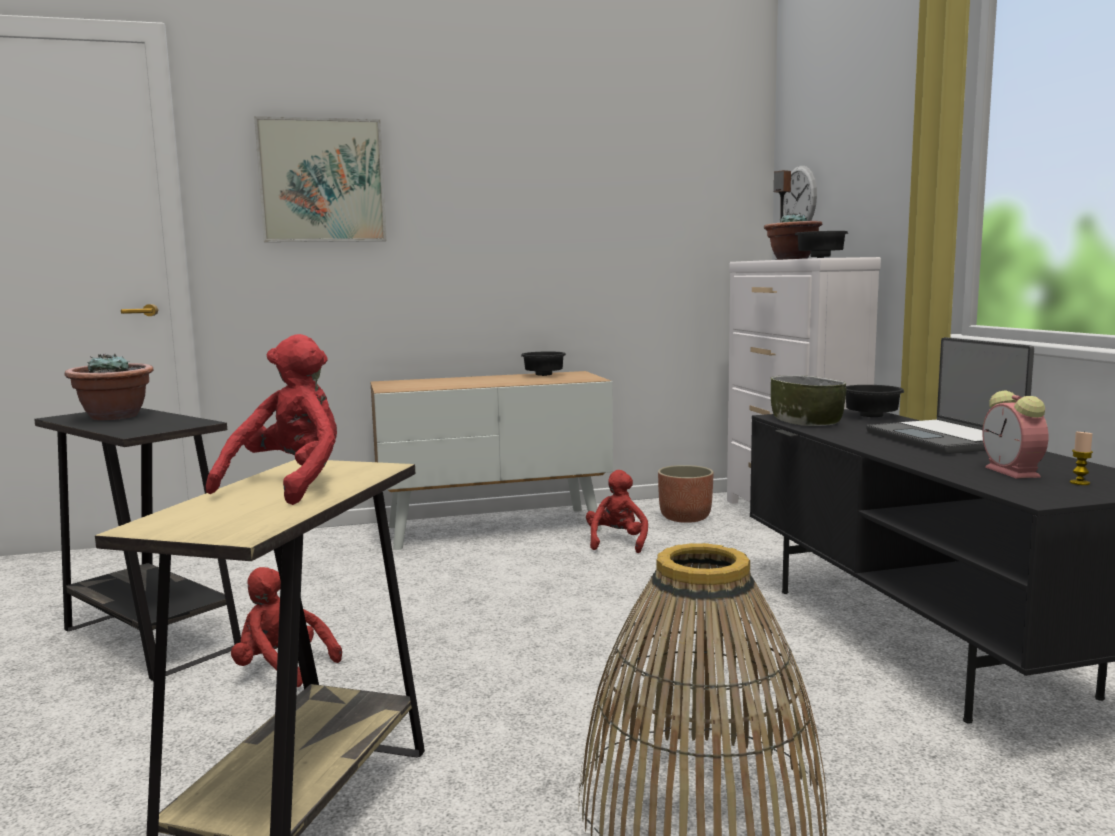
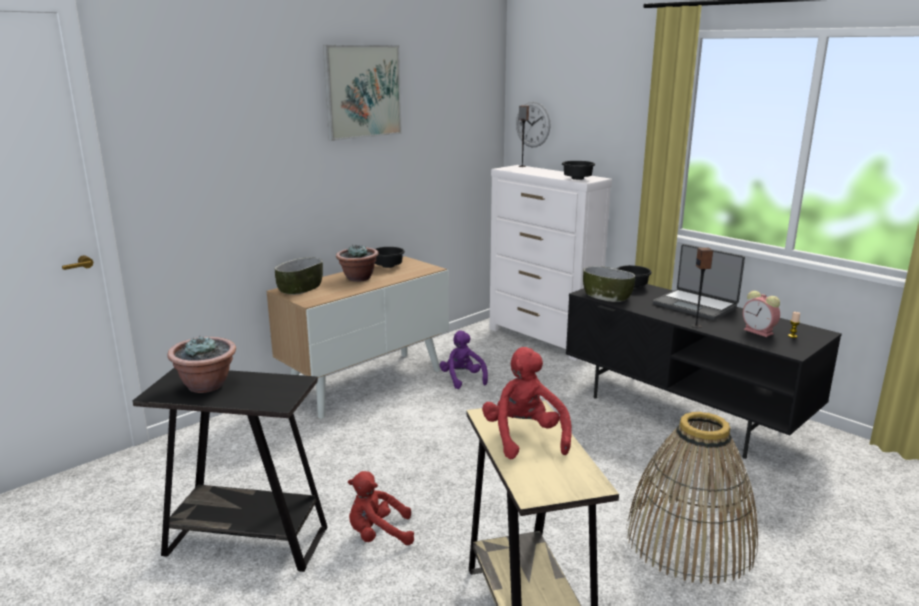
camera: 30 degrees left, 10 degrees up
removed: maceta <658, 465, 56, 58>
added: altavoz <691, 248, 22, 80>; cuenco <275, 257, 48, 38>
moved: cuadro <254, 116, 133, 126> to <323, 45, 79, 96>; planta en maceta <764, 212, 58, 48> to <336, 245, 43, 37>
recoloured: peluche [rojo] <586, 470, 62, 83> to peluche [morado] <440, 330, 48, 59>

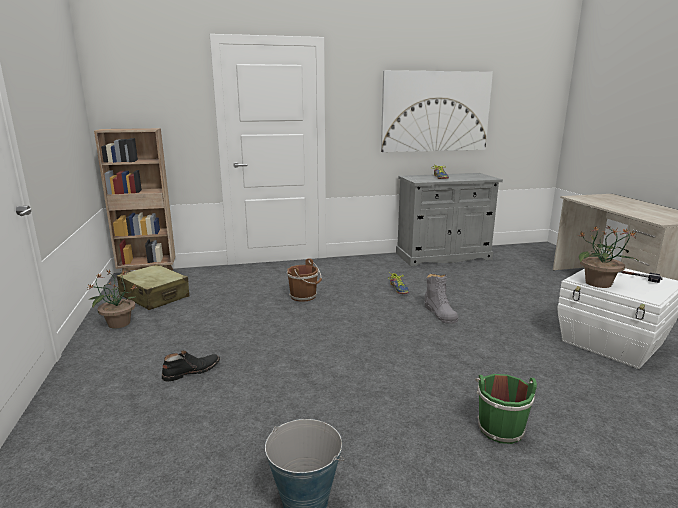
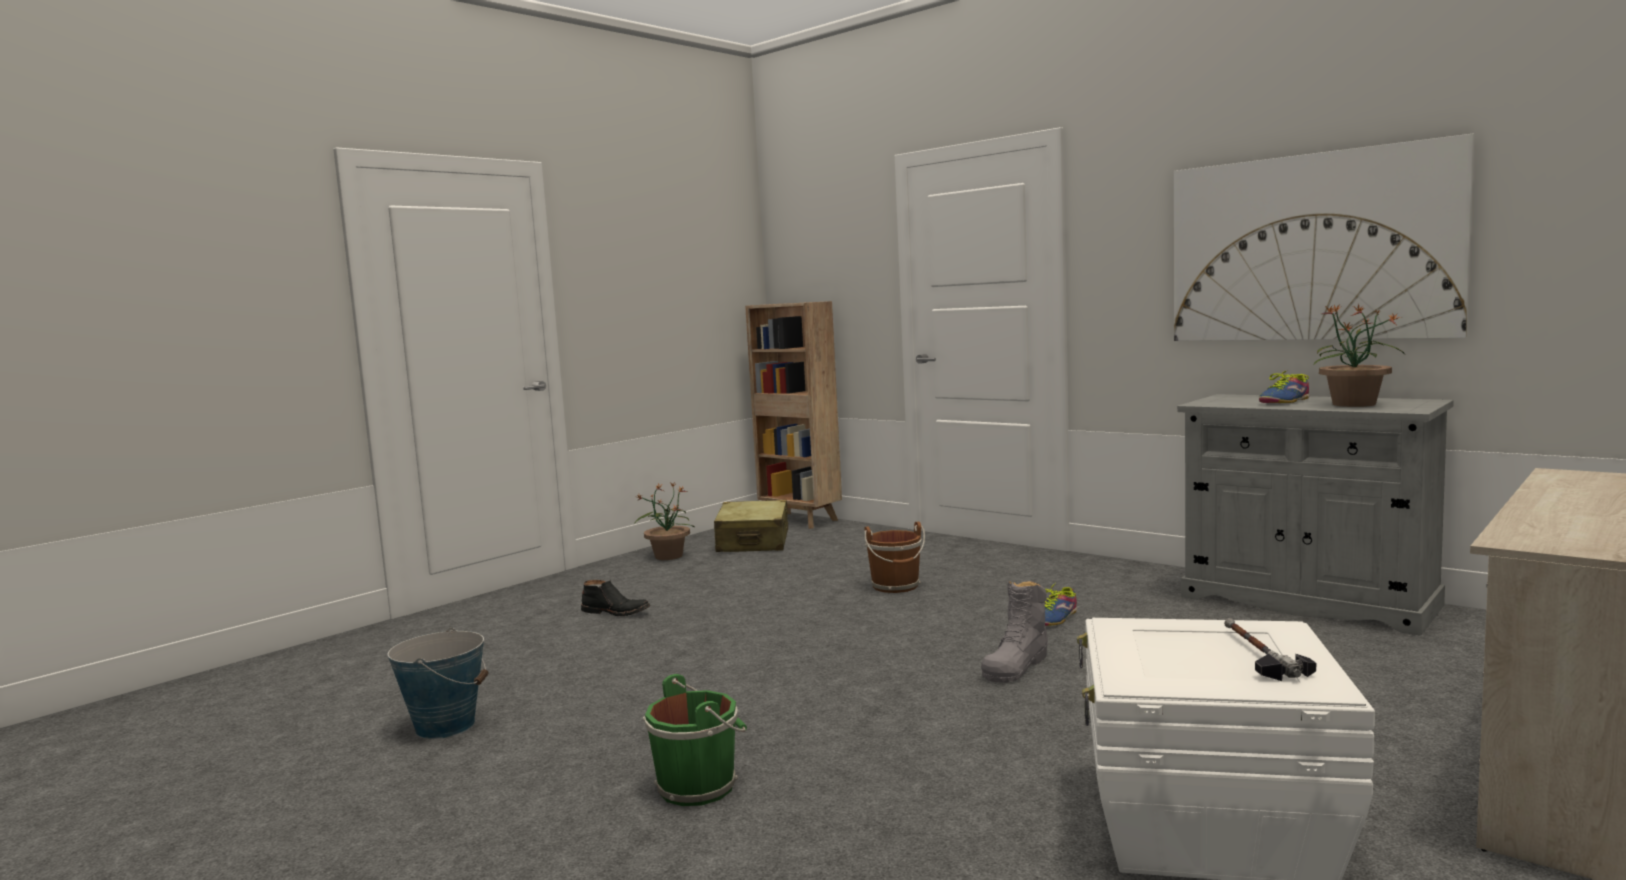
camera: 55 degrees right, 10 degrees down
moved: planta en maceta <579, 226, 60, 62> to <1314, 304, 91, 103>

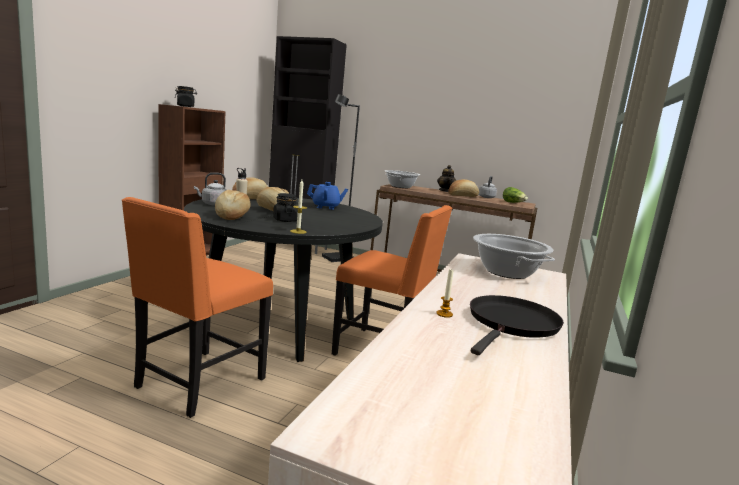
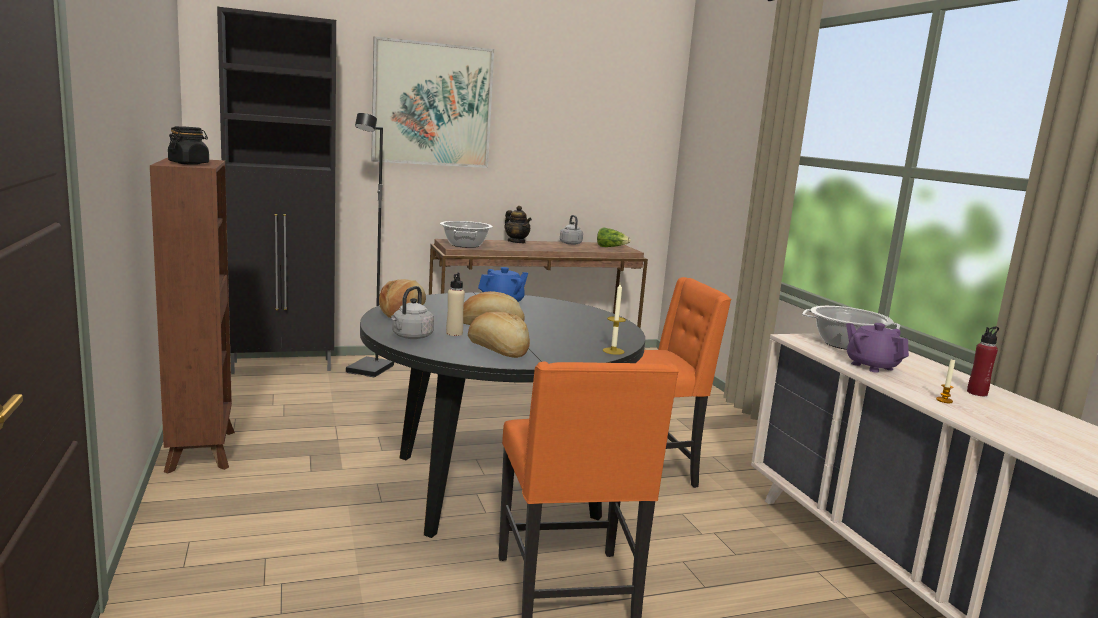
camera: 40 degrees left, 0 degrees up
removed: pan <448, 179, 31, 18>; tarro [negro] <273, 193, 25, 29>
added: cuadro <371, 36, 123, 132>; tetera [morado] <846, 323, 63, 50>
replaced: sartén [negro] <470, 295, 94, 60> to botella [rojo] <967, 327, 32, 69>

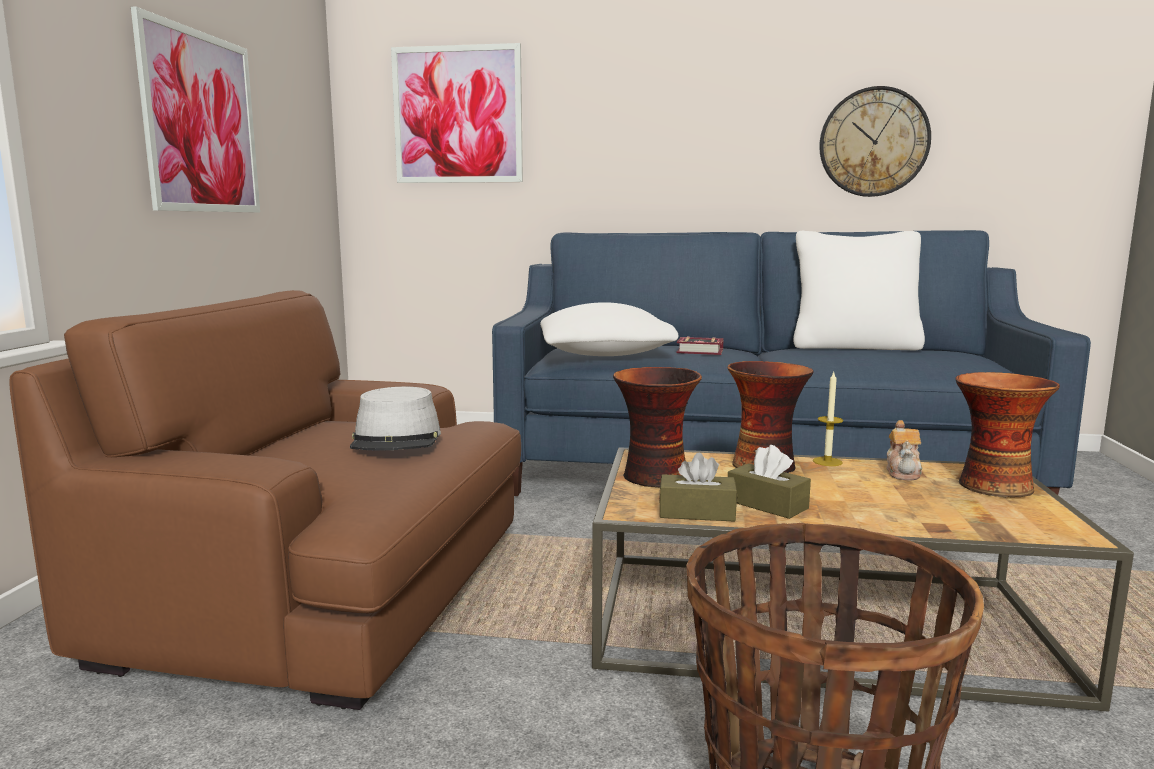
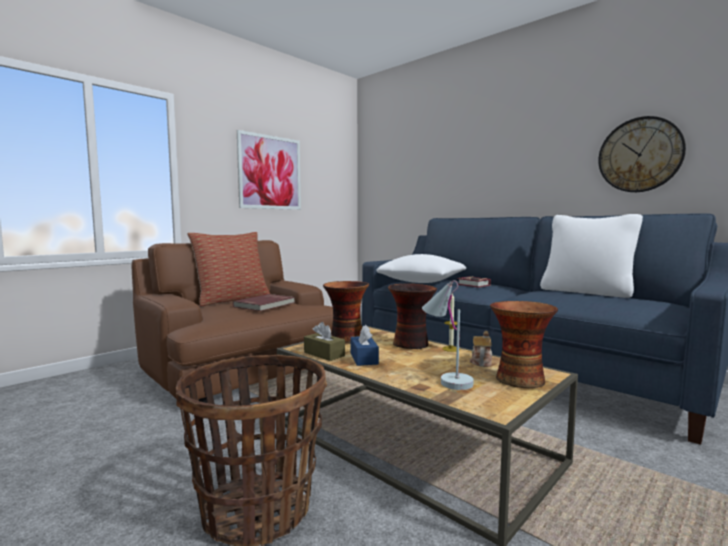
camera: 35 degrees right, 5 degrees down
removed: cuadro <391, 43, 132, 140>
added: cojín <187, 232, 83, 75>; lámpara de mesa [blanco] <422, 280, 51, 110>
replaced: sombrero [gris] <350, 387, 91, 63> to libro [rojo] <233, 294, 62, 17>
recoloured: caja de pañuelos [marrón] <728, 445, 83, 74> to caja de pañuelos [azul] <350, 325, 29, 41>
turned: tetera <886, 420, 36, 60> = <470, 331, 22, 36> 150 degrees clockwise

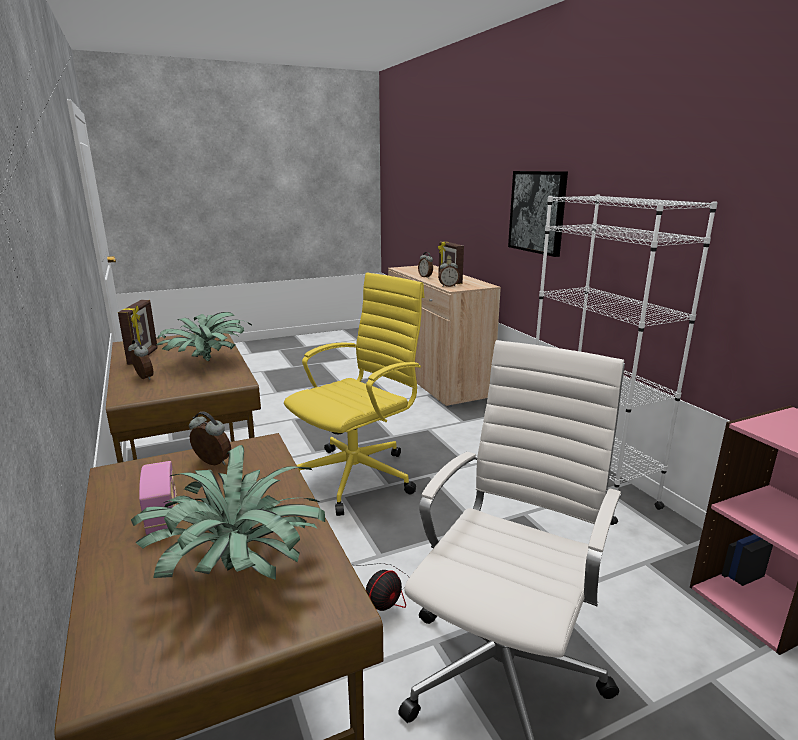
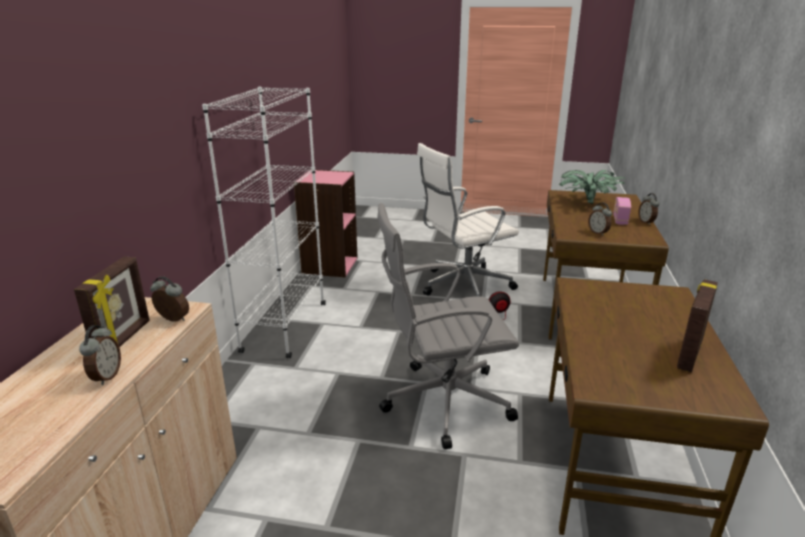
camera: 145 degrees left, 5 degrees up
removed: cuadro <508, 171, 60, 86>; planta en maceta <157, 312, 96, 49>
moved: despertador <128, 339, 25, 41> to <638, 193, 22, 32>
recoloured: silla de oficina [amarillo] <284, 272, 140, 244> to silla de oficina [gris] <377, 203, 142, 246>

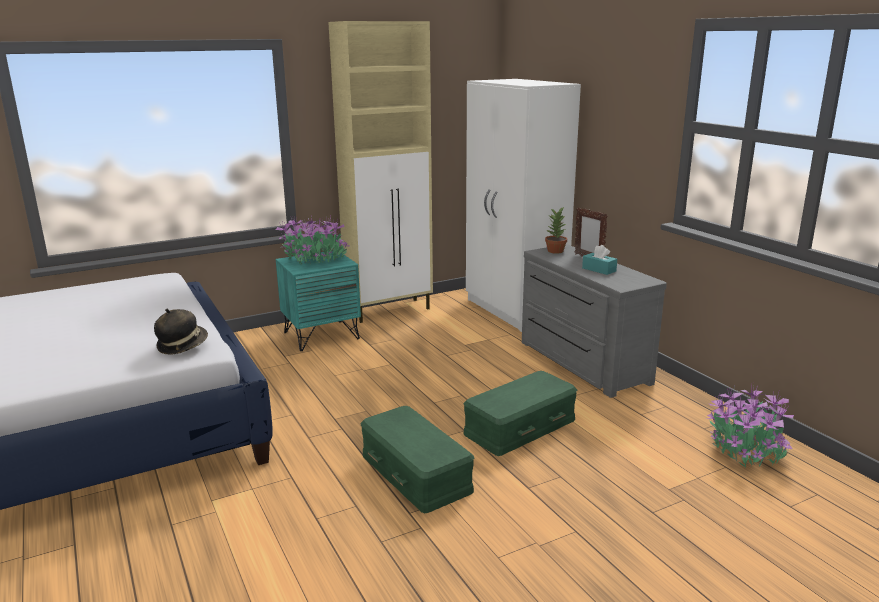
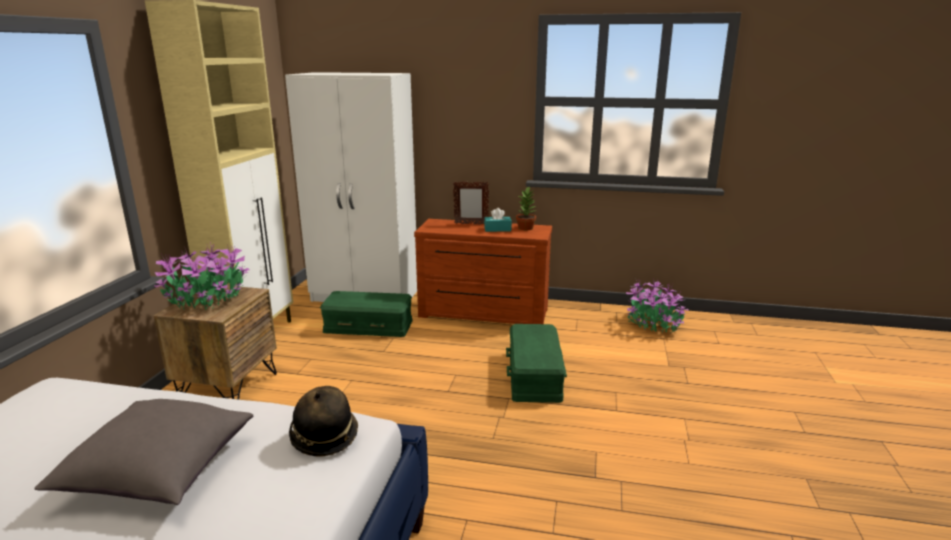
camera: 50 degrees left, 0 degrees up
added: cojín [gris] <34, 399, 219, 106>
moved: planta en maceta <545, 207, 22, 47> to <516, 187, 21, 43>; caja de almacenaje [verde] <361, 406, 113, 107> to <320, 291, 93, 46>
recoloured: cómoda [gris] <522, 244, 145, 154> to cómoda [marrón] <414, 219, 138, 105>; mesita de noche [turquesa] <276, 251, 85, 100> to mesita de noche [marrón] <153, 286, 124, 114>

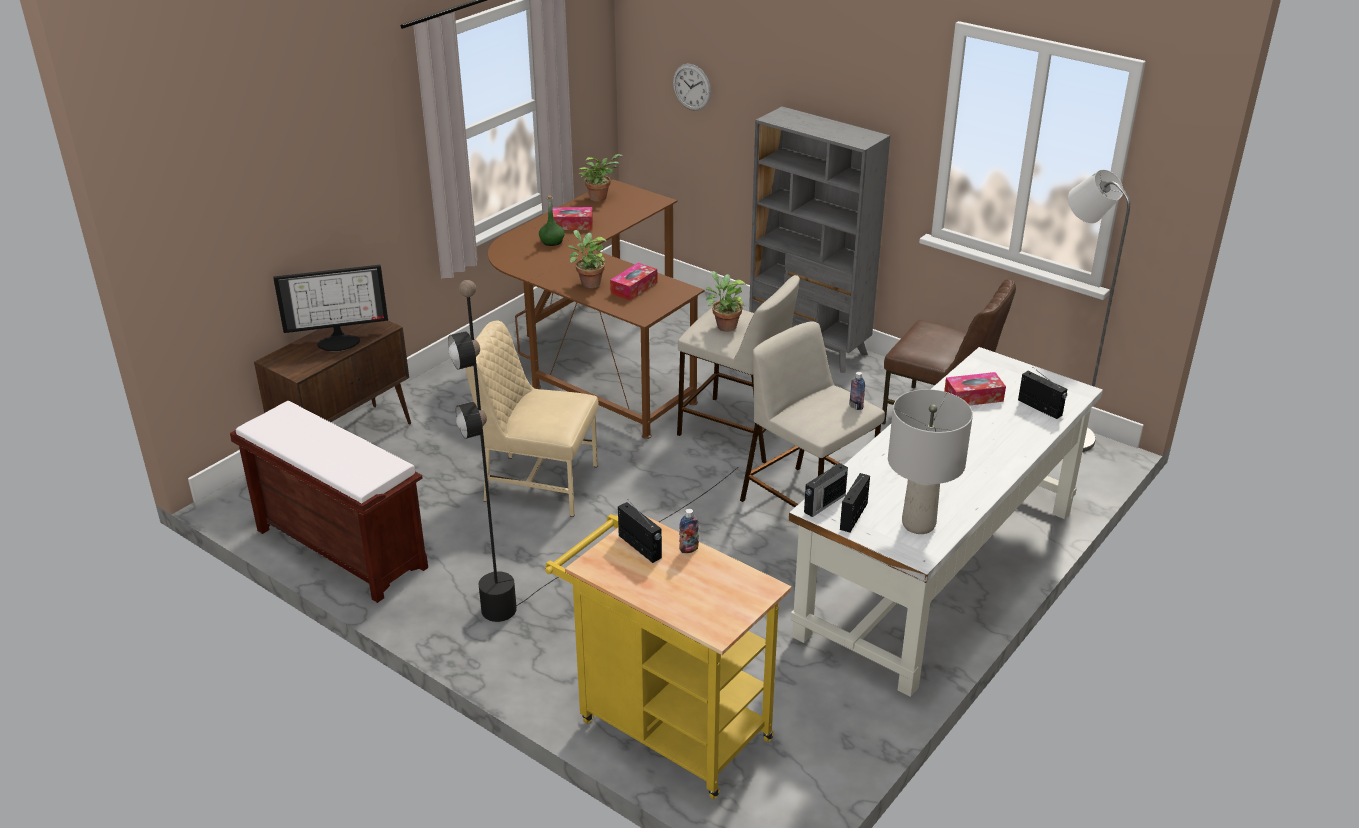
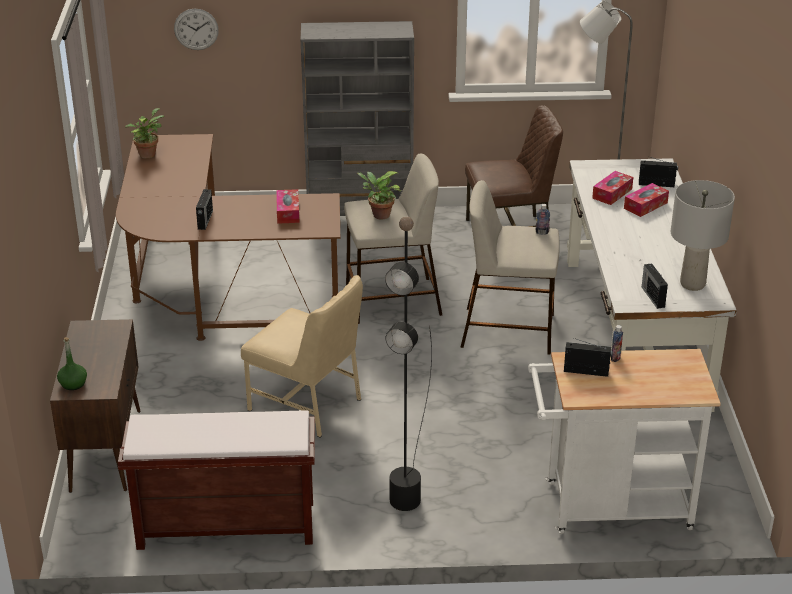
camera: 40 degrees left, 0 degrees up
removed: planta en maceta <568, 230, 39, 58>; monitor <273, 265, 115, 86>
moved: botella [verde] <539, 195, 26, 51> to <57, 337, 30, 53>; caja de pañuelos <552, 207, 41, 23> to <624, 183, 45, 34>; radio <804, 460, 44, 57> to <196, 188, 17, 42>
recoloured: carrito [amarillo] <545, 514, 247, 285> to carrito [blanco] <528, 349, 193, 185>
turned: silla [beis] <465, 321, 134, 196> = <241, 275, 122, 162> 120 degrees counterclockwise

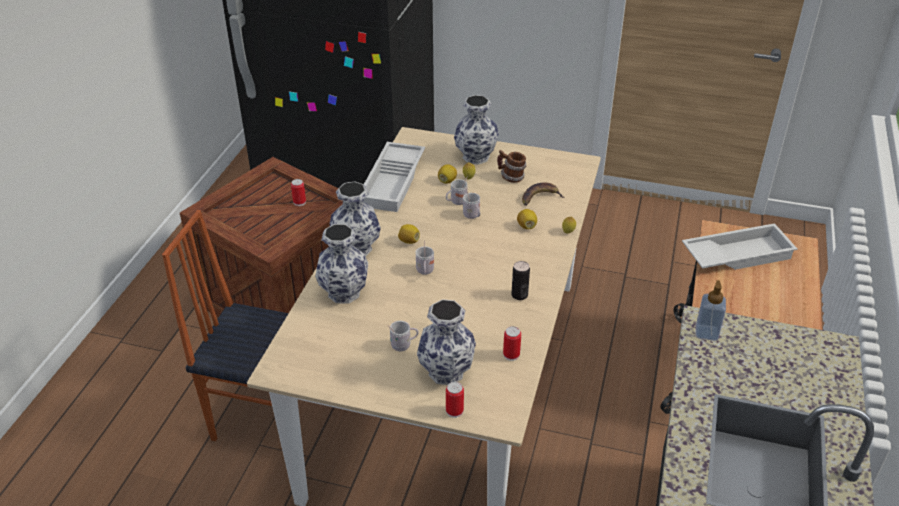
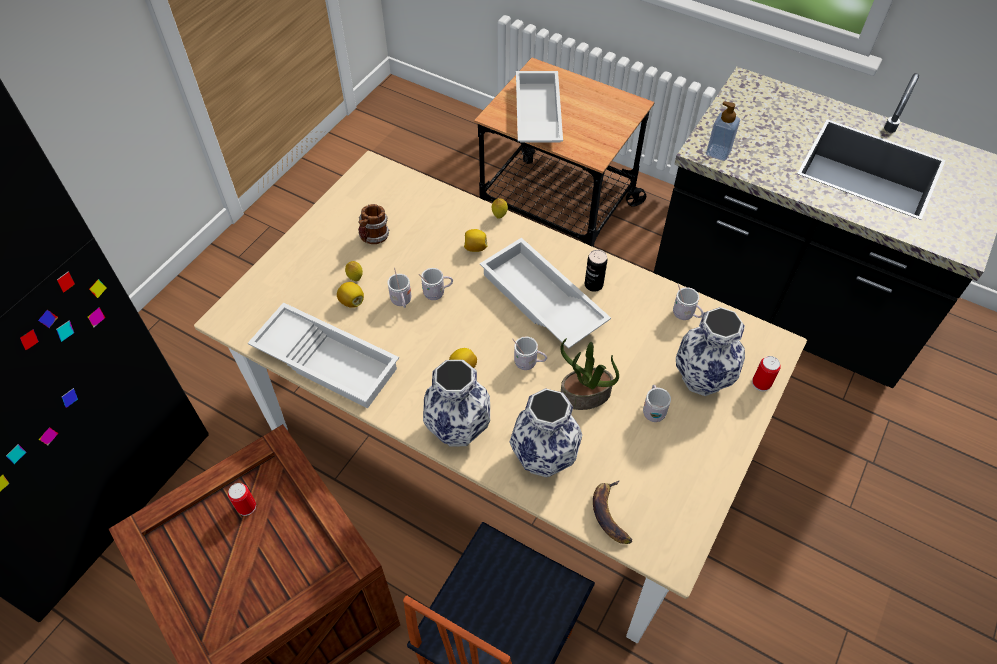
camera: 75 degrees left, 15 degrees up
removed: florero <454, 95, 45, 70>
added: bandeja [blanco] <480, 238, 131, 111>; planta en maceta <560, 338, 59, 72>
moved: plátano <522, 182, 43, 24> to <593, 481, 39, 63>
replaced: lata <503, 326, 18, 35> to taza grande [blanco] <673, 284, 31, 36>

